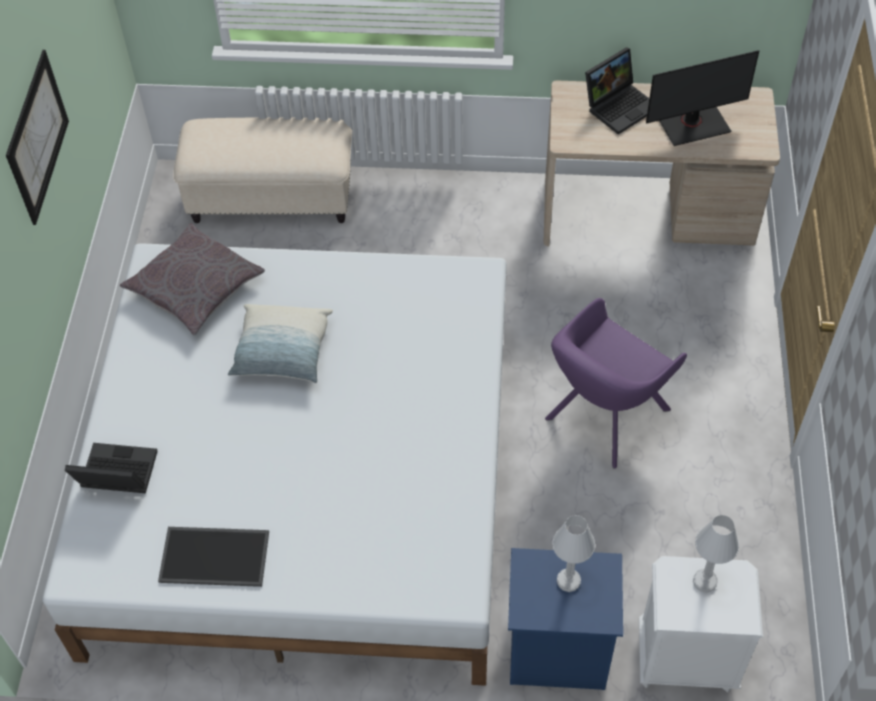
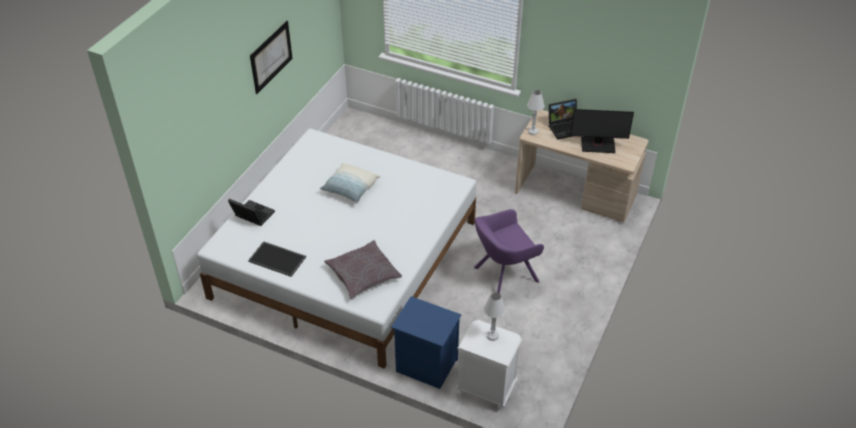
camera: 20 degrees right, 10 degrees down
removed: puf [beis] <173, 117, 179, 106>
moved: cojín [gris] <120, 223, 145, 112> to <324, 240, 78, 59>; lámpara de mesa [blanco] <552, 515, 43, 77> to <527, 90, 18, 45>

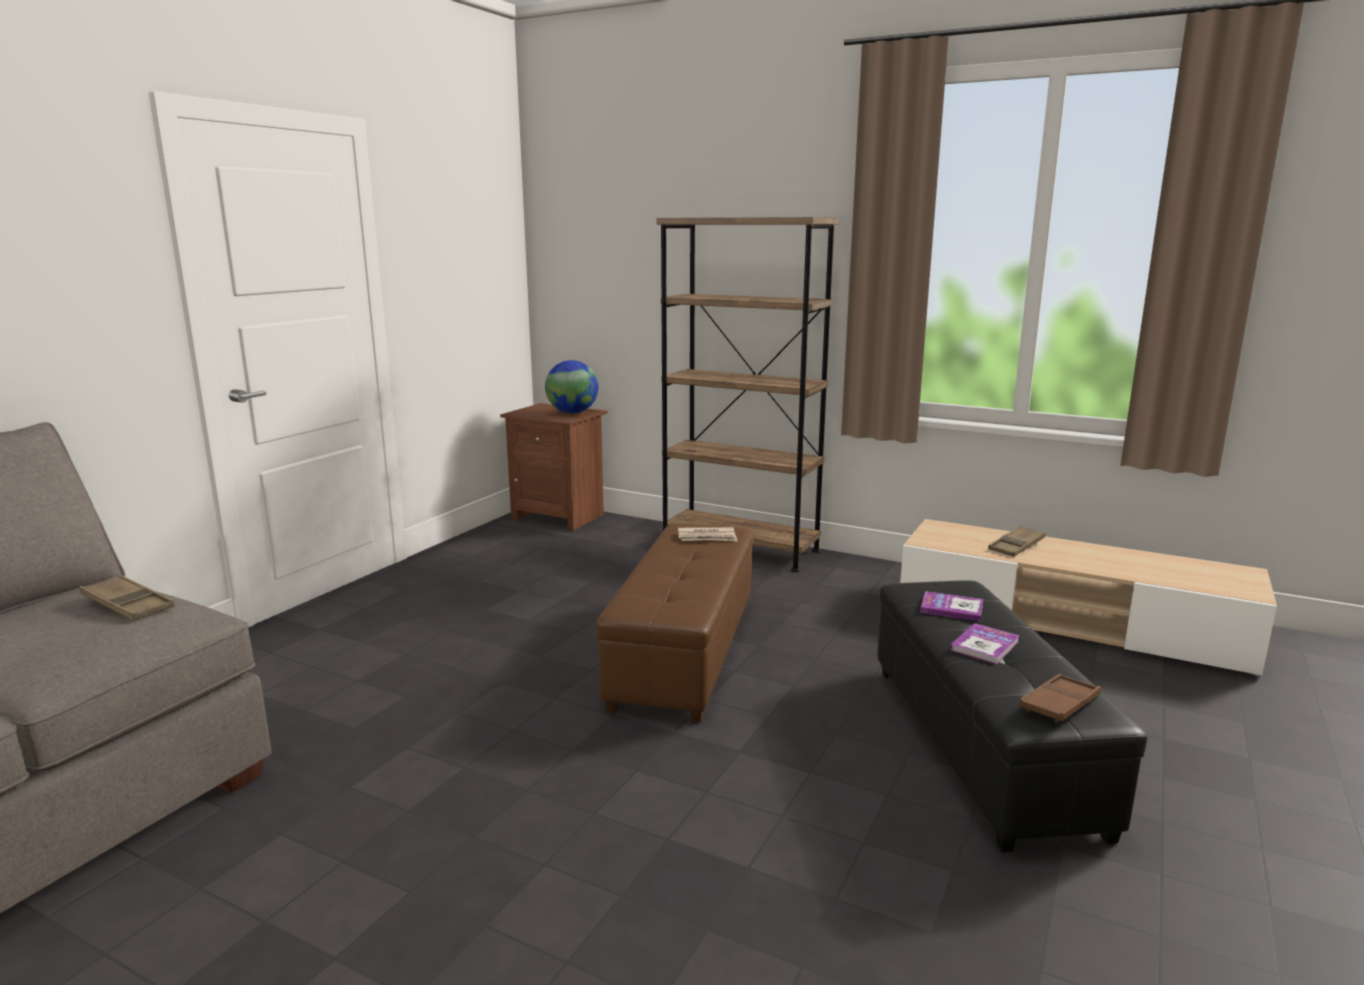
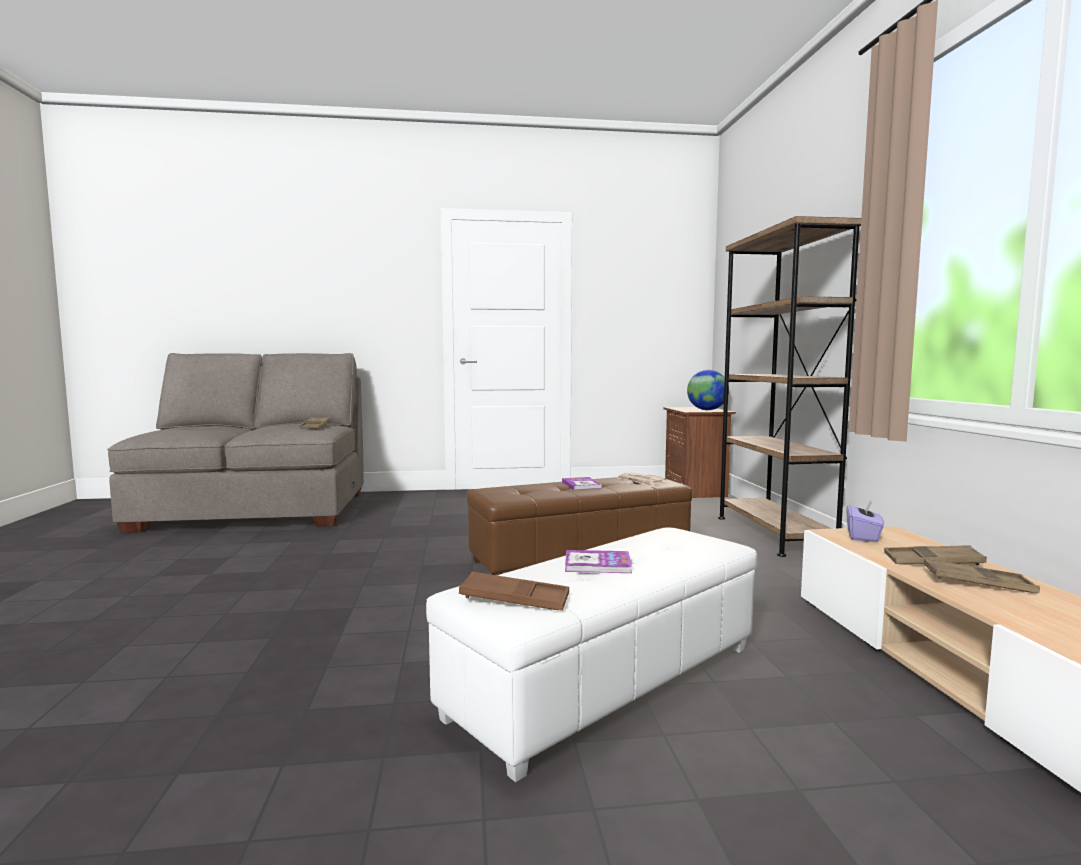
camera: 55 degrees right, 10 degrees down
added: caja de pañuelos [morado] <847, 500, 37, 42>; bandeja [marrón] <924, 558, 116, 35>
moved: libro <920, 591, 63, 30> to <562, 477, 40, 13>
recoloured: puf [negro] <877, 580, 271, 272> to puf [blanco] <426, 528, 331, 254>

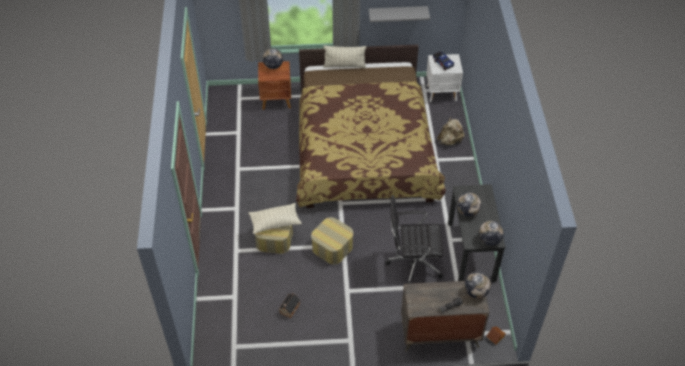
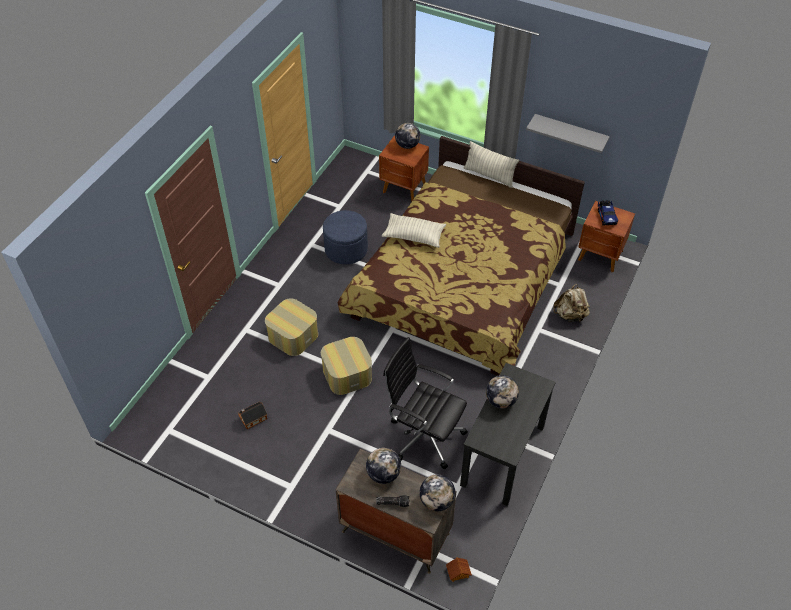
camera: 30 degrees right, 0 degrees up
added: puf [azul] <323, 210, 45, 54>
moved: cojín <249, 203, 53, 31> to <382, 213, 64, 35>; globo terráqueo <479, 221, 25, 25> to <366, 448, 35, 36>
recoloured: mesita de noche [blanco] <426, 54, 37, 49> to mesita de noche [marrón] <578, 201, 57, 71>

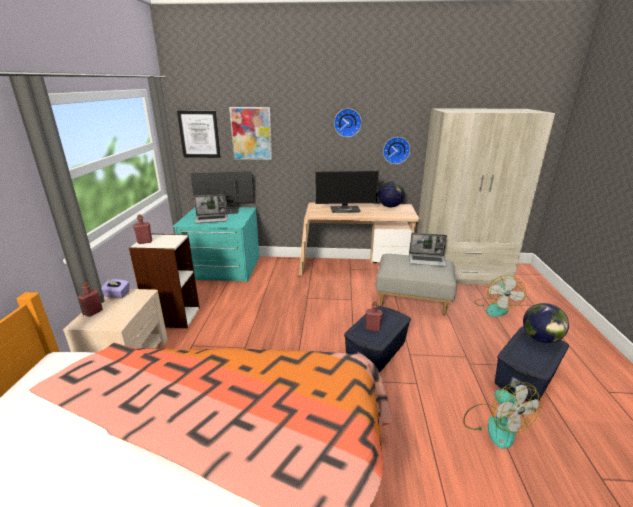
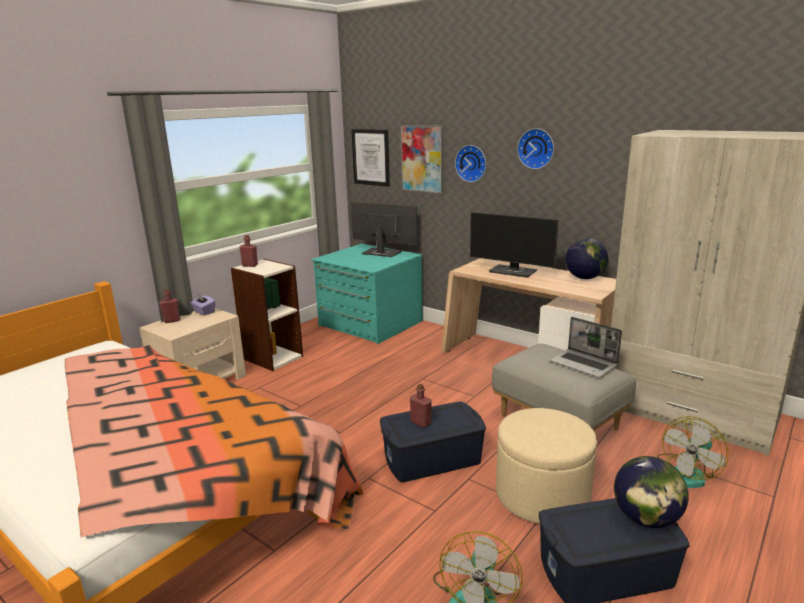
camera: 35 degrees right, 5 degrees down
removed: portátil <194, 194, 34, 29>
added: puf [beis] <496, 408, 101, 116>
moved: reloj de pared <383, 137, 27, 27> to <455, 145, 31, 37>

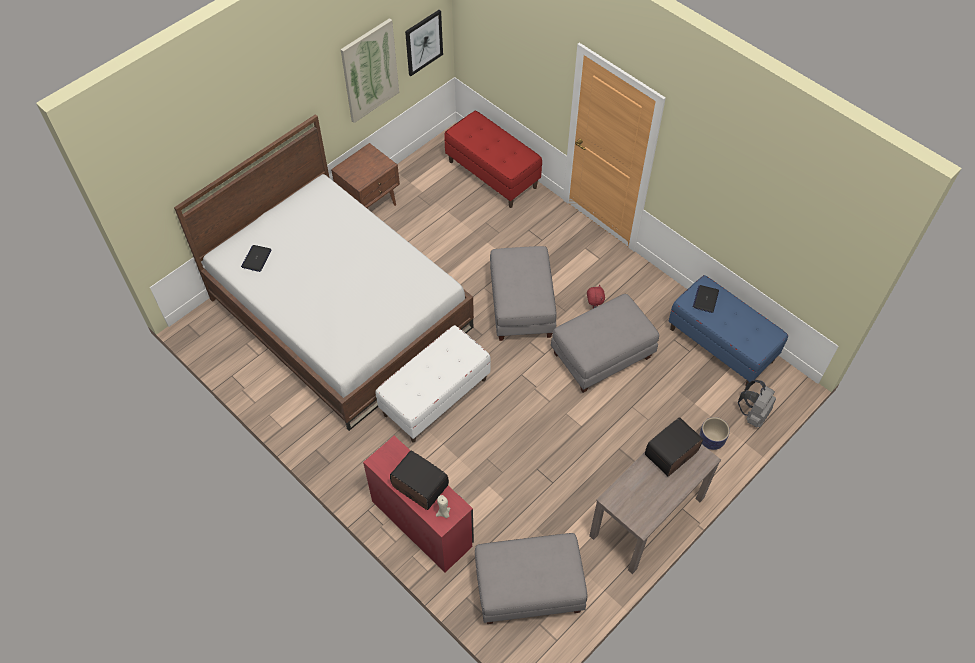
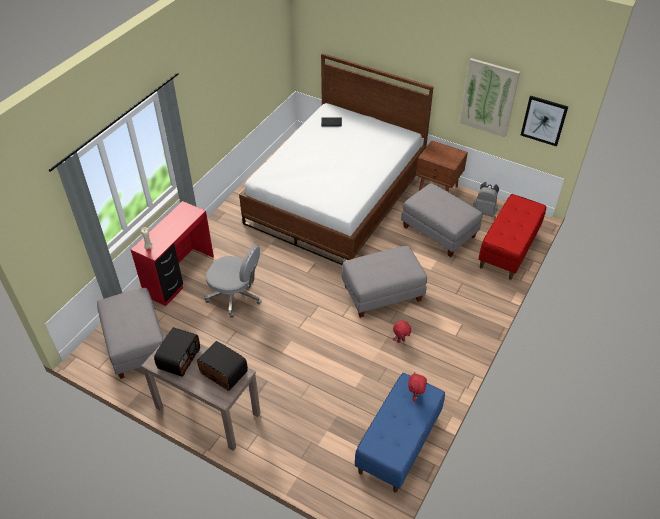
camera: 75 degrees right, 10 degrees down
removed: banco [blanco] <375, 325, 116, 118>; maceta <699, 417, 31, 33>
added: silla de oficina [gris] <204, 244, 58, 74>
moved: puf [gris] <551, 294, 108, 99> to <401, 183, 82, 74>; mochila [gris] <738, 380, 38, 47> to <473, 182, 26, 35>; radio <390, 451, 59, 59> to <154, 327, 46, 50>
replaced: portátil <693, 285, 26, 28> to peluche [rojo] <408, 372, 19, 30>

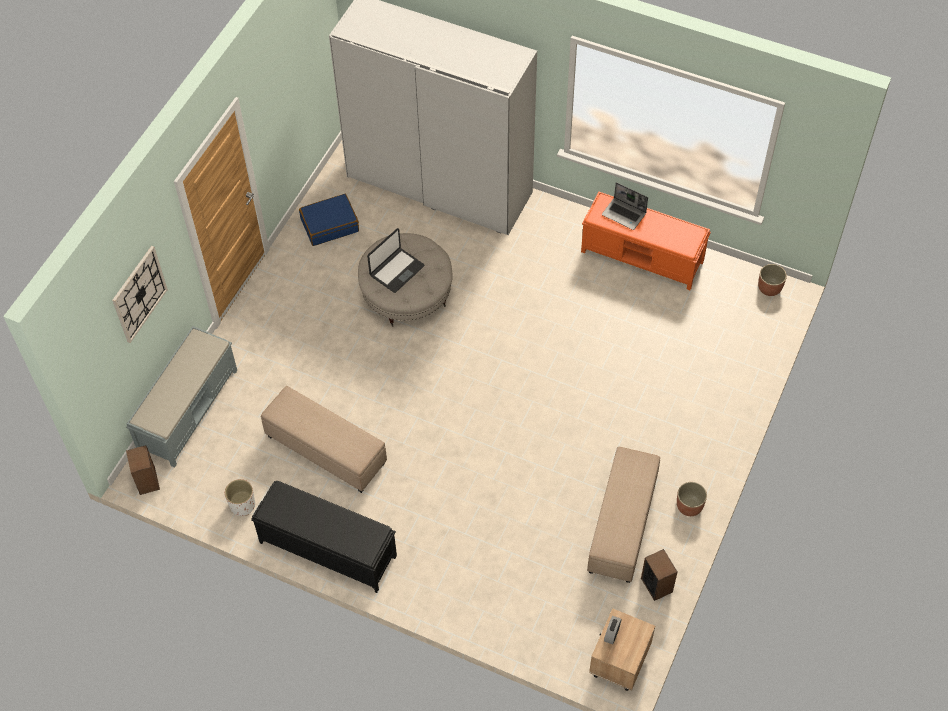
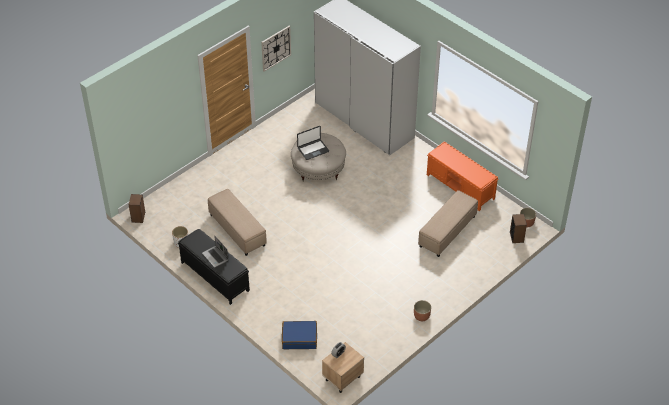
camera: 20 degrees right, 10 degrees down
removed: banco [gris] <126, 326, 111, 142>
moved: portátil <602, 182, 46, 48> to <202, 235, 26, 32>; maleta [azul] <299, 194, 60, 52> to <282, 321, 35, 28>; reloj de pared <112, 246, 56, 97> to <261, 26, 30, 46>; puf [beis] <587, 447, 73, 136> to <418, 190, 60, 67>; altavoz <641, 549, 36, 52> to <510, 214, 17, 29>

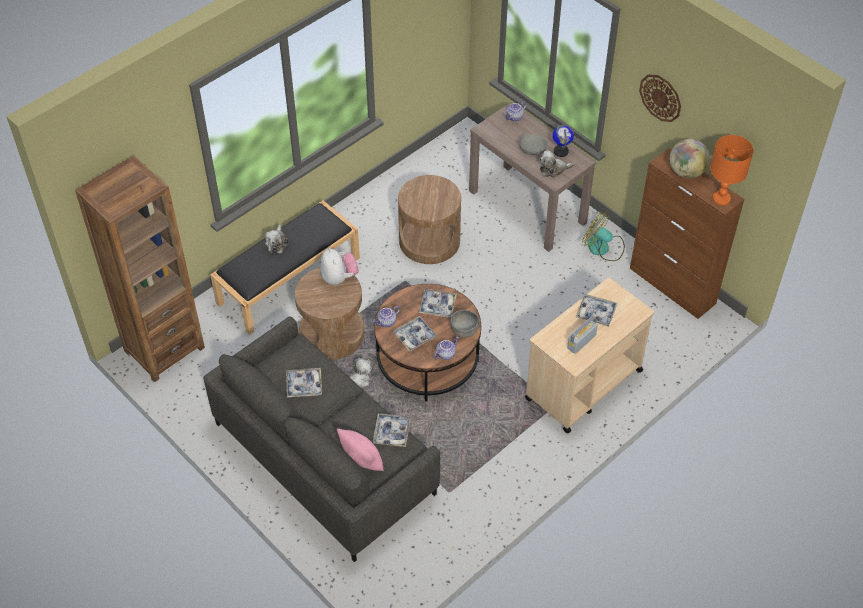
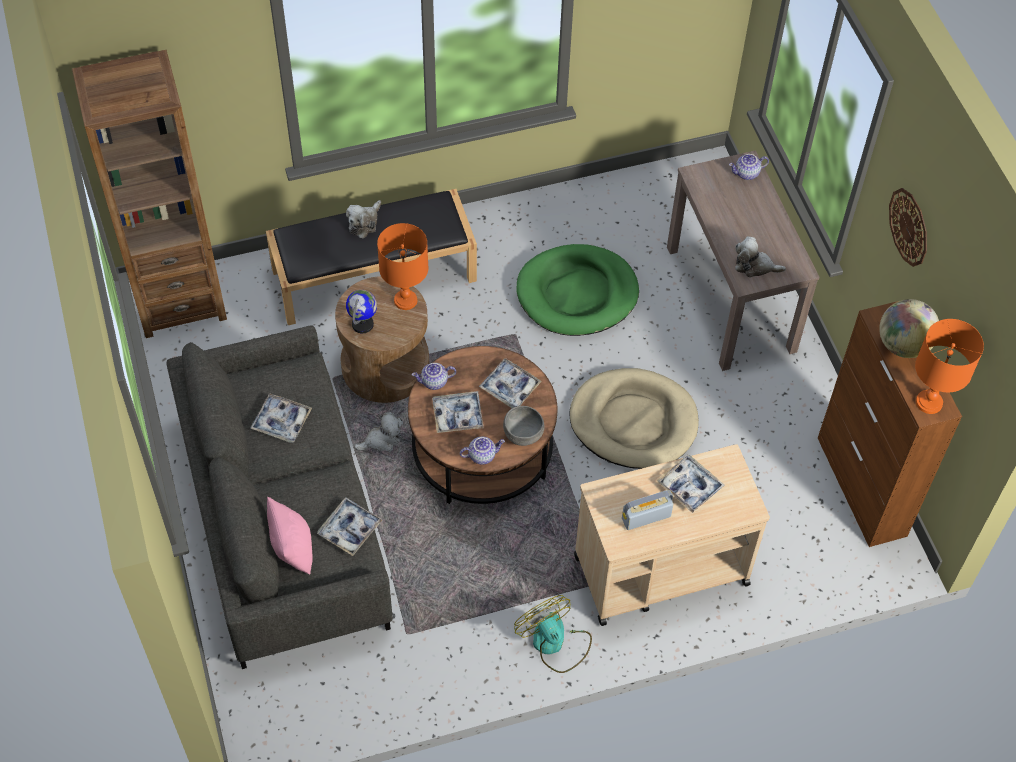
camera: 25 degrees right, 5 degrees up
removed: cuenco [gris] <519, 134, 29, 21>
added: cama para perro [beis] <569, 368, 130, 101>
moved: globo terráqueo <553, 125, 21, 32> to <346, 290, 31, 43>; ventilador <582, 212, 43, 49> to <514, 595, 78, 78>
replaced: mesa auxiliar [marrón] <398, 175, 63, 89> to cama para perro [verde] <516, 244, 123, 92>; peluche <320, 248, 39, 37> to lámpara de mesa [naranja] <377, 223, 52, 87>

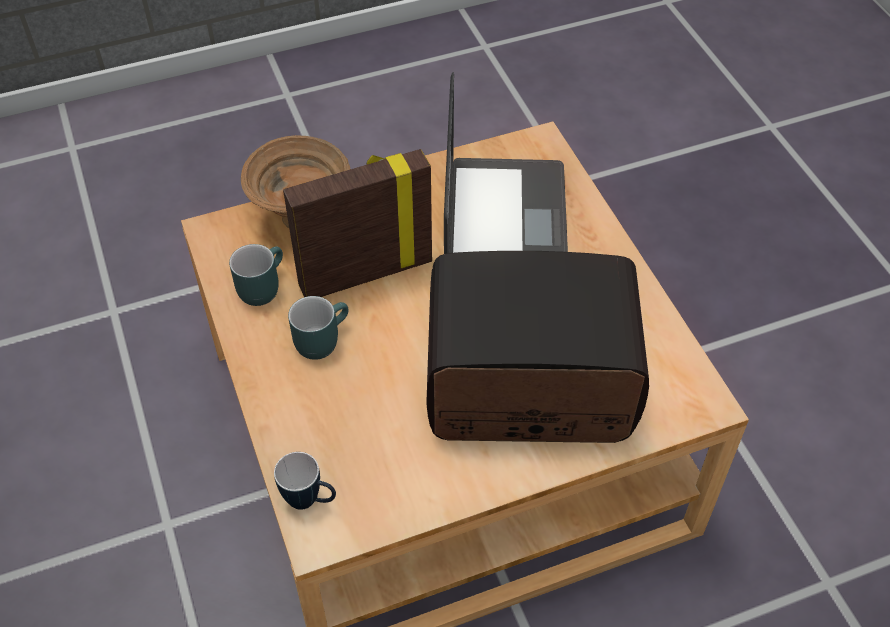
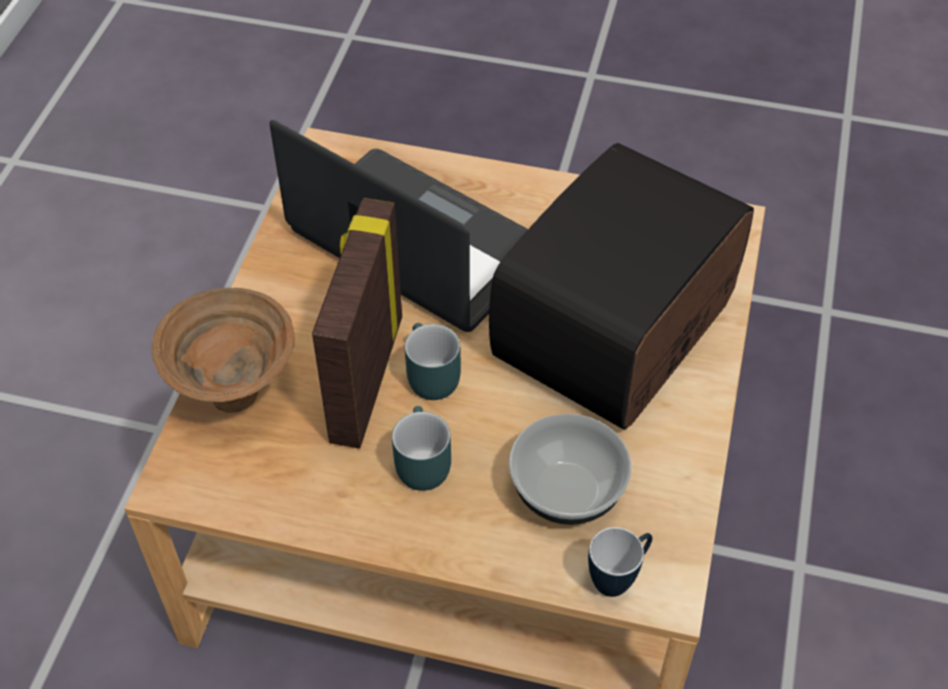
camera: 55 degrees left, 0 degrees up
added: cuenco <509, 414, 122, 111>
moved: taza grande [turquesa] <229, 244, 54, 62> to <405, 323, 56, 77>

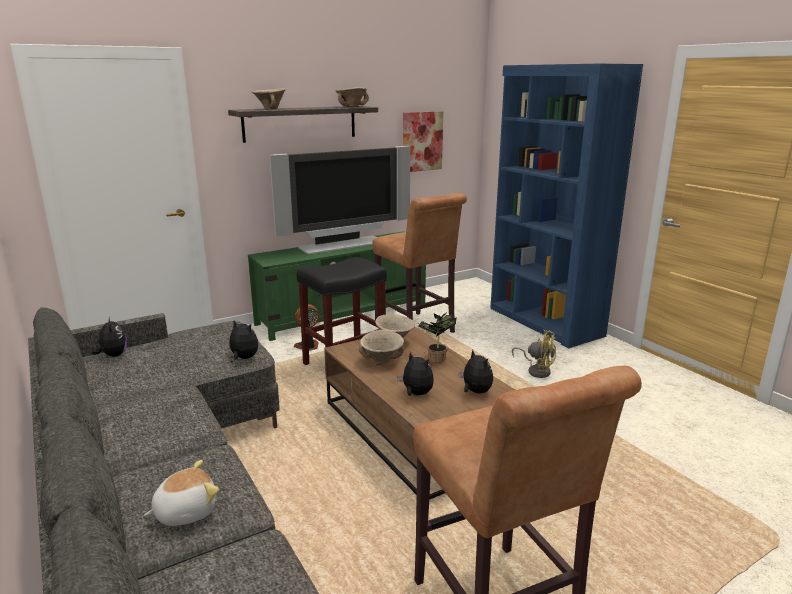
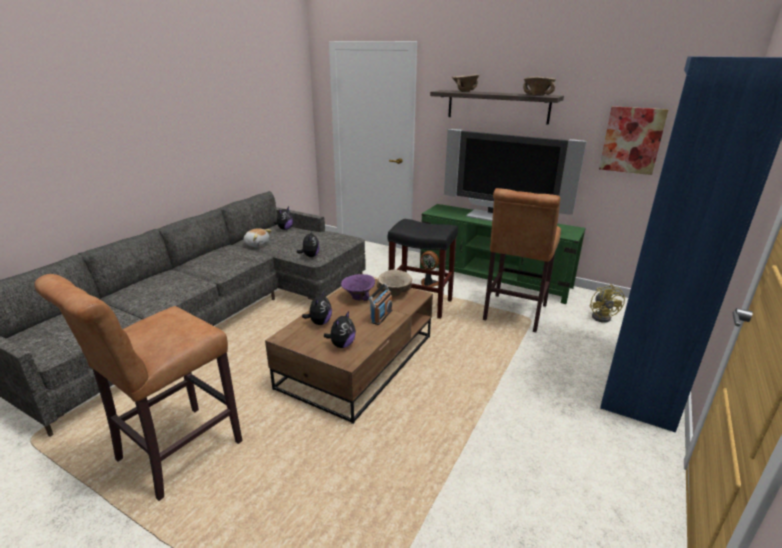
camera: 60 degrees right, 5 degrees up
moved: ventilador [amarillo] <512, 330, 44, 48> to <590, 284, 35, 39>; peluche <144, 460, 75, 66> to <244, 228, 28, 19>
replaced: planta en maceta <418, 313, 39, 49> to radio <369, 283, 23, 42>
recoloured: cuenco [beis] <359, 330, 45, 34> to cuenco [morado] <341, 274, 34, 27>

